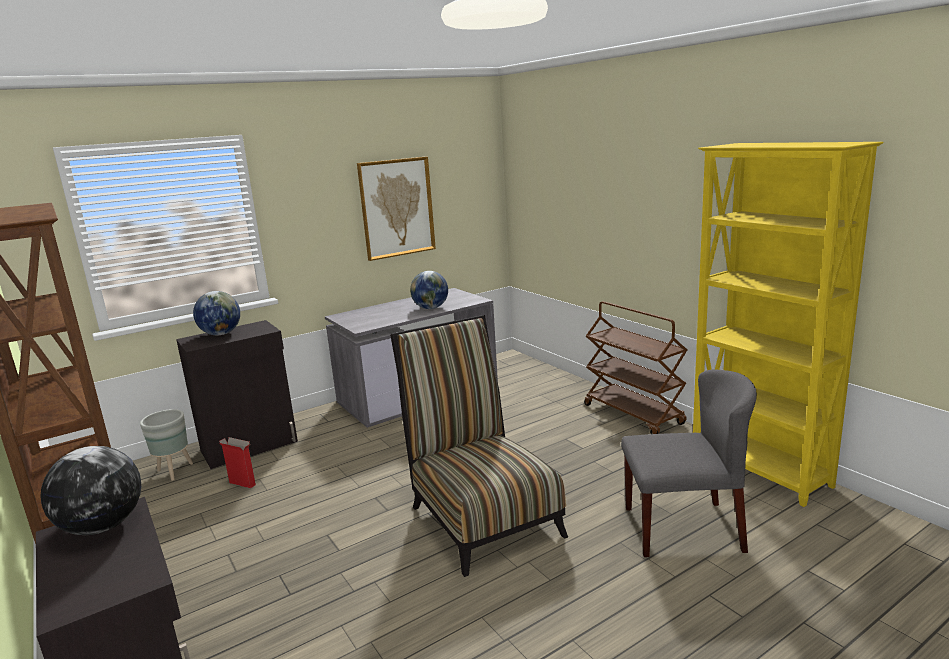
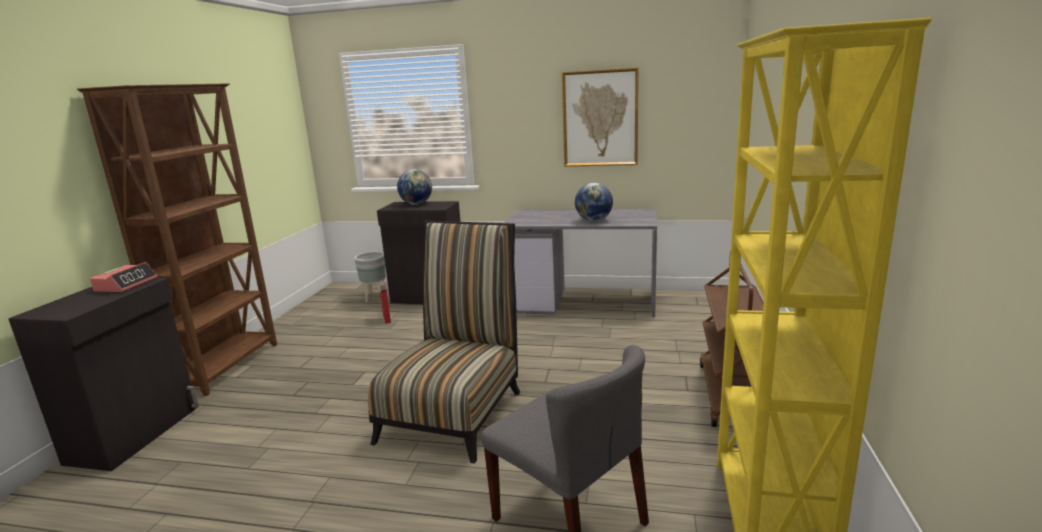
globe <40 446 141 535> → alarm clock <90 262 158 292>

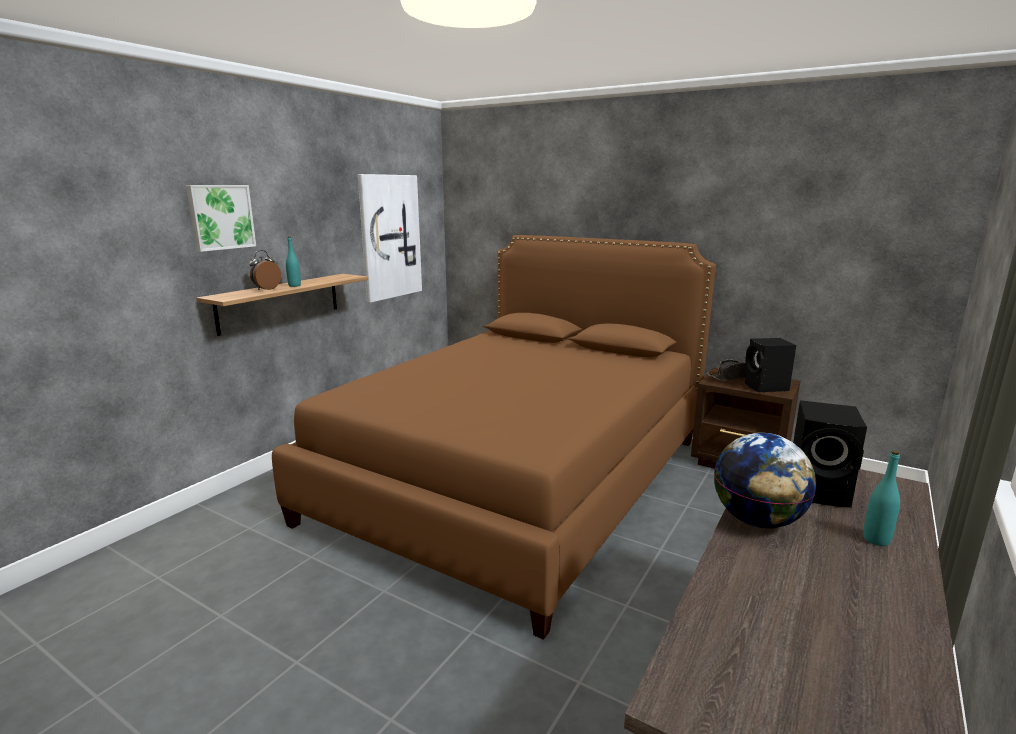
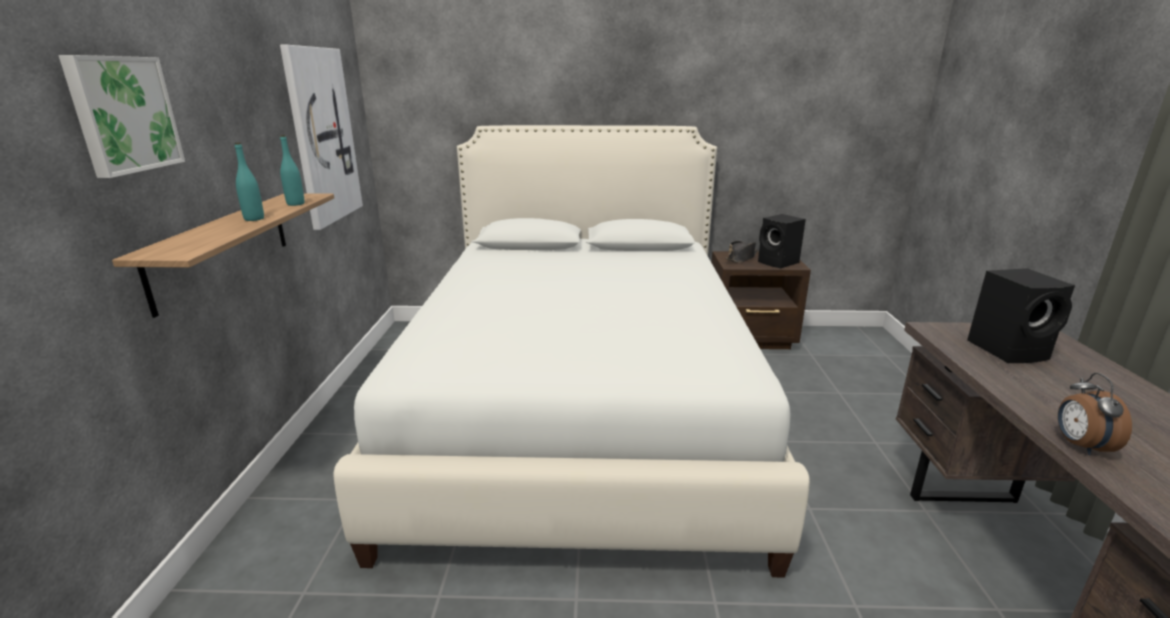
alarm clock <249 250 281 290> → alarm clock <1058 373 1132 455>, relocated
bed in brown <272 235 716 640> → bed in white <333 125 810 578>
globe <714 433 816 528> → -
bottle in turquoise <863 450 900 546> → bottle in turquoise <280 135 304 206>, relocated

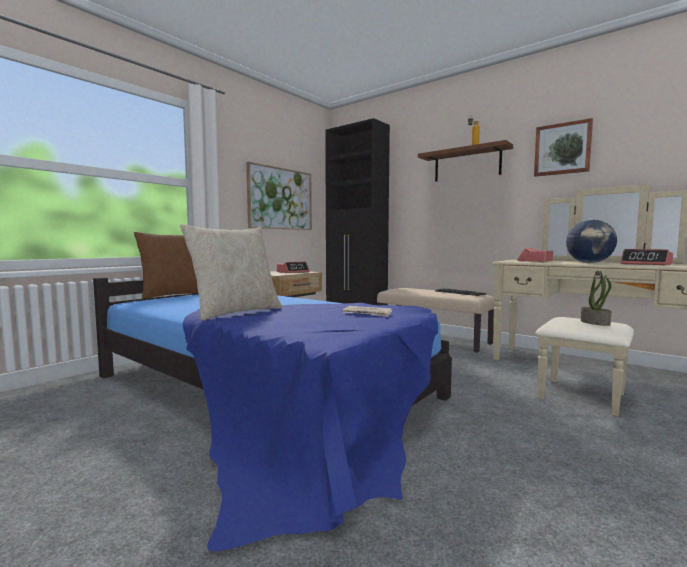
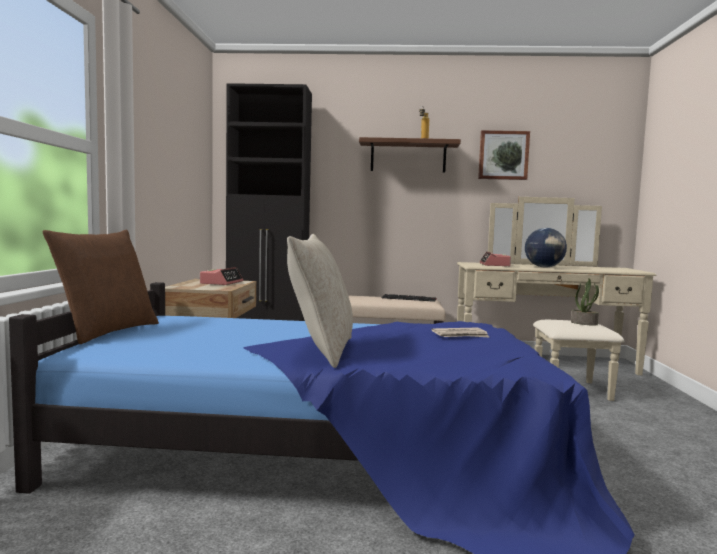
picture <246 162 312 230> → -
alarm clock <620 249 673 266> → -

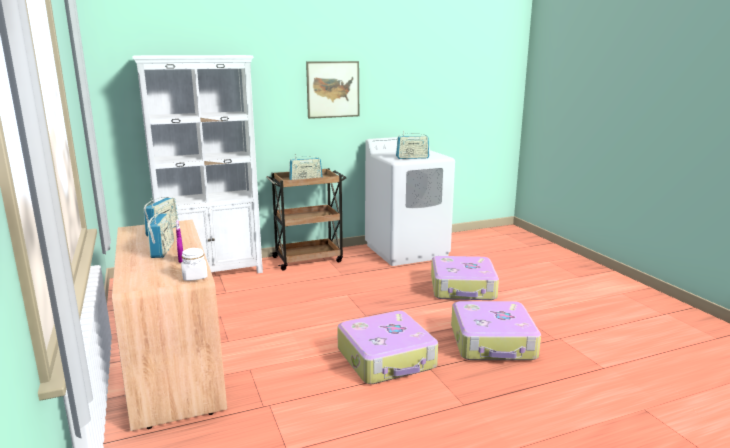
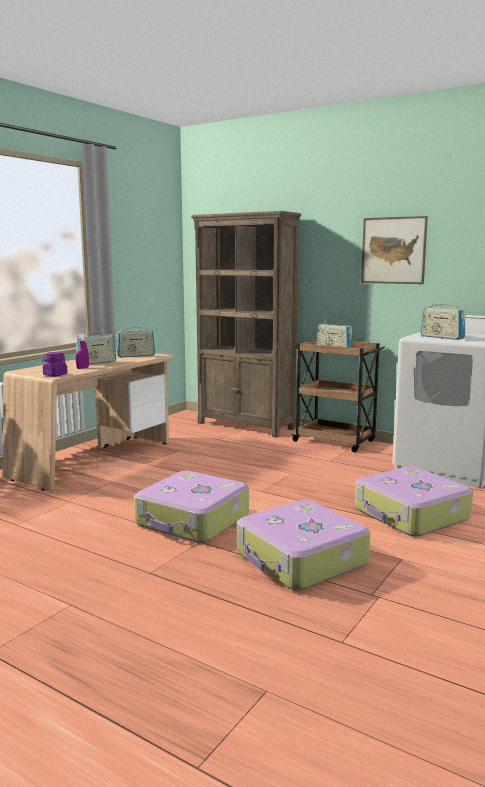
bookcase in white <132 55 263 273> → bookcase in brown <191 211 302 438>
jar in white <181 248 208 281> → jar in purple <43 352 68 376>

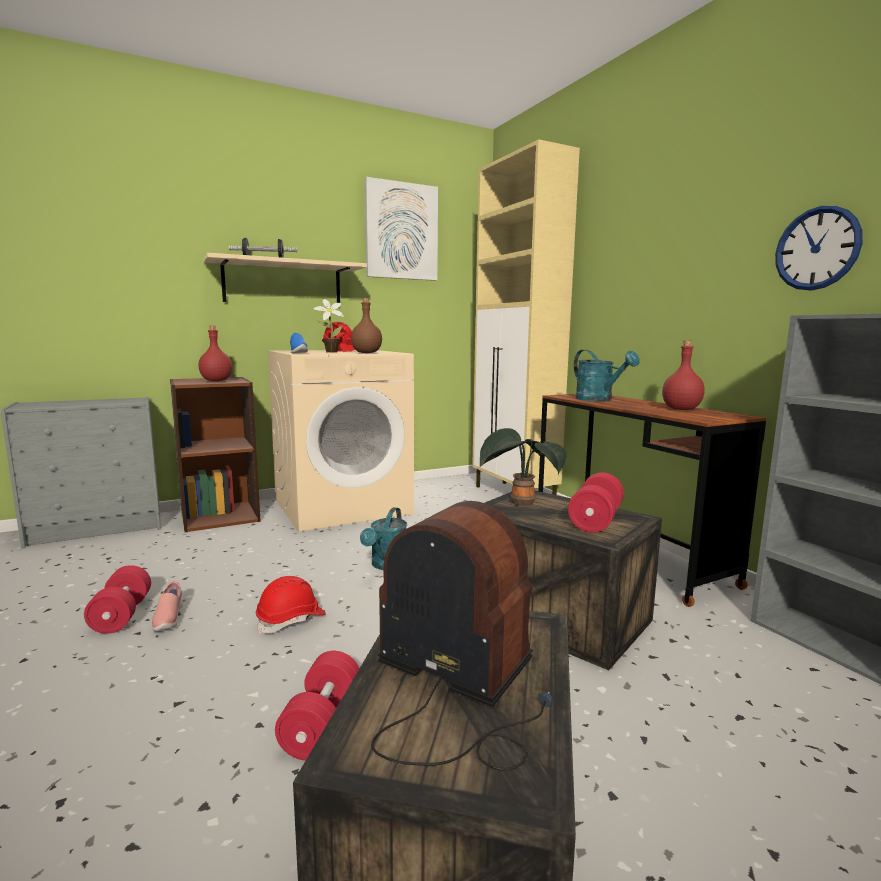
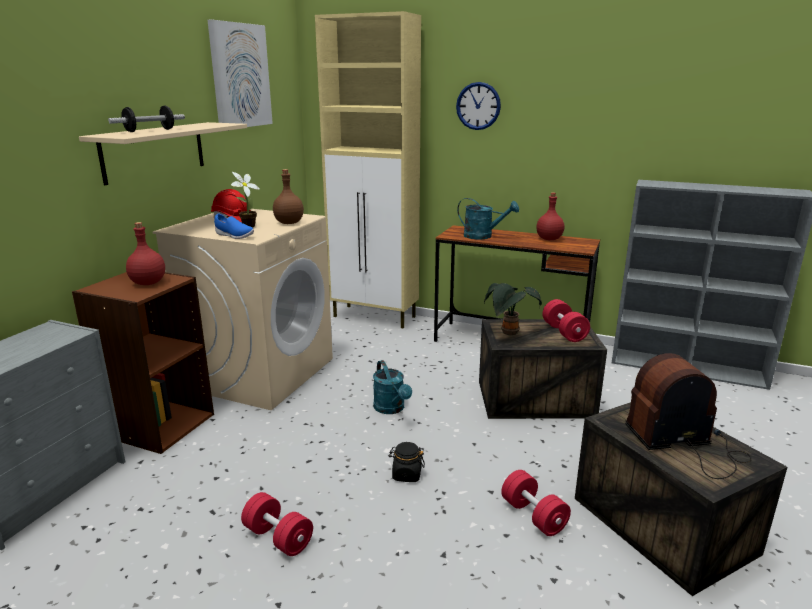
shoe in pink <152 581 183 631> → -
hard hat in red <256 576 326 634> → jar in black <389 442 425 482>
wall clock <775 205 863 291> → wall clock <456 82 501 130>, relocated

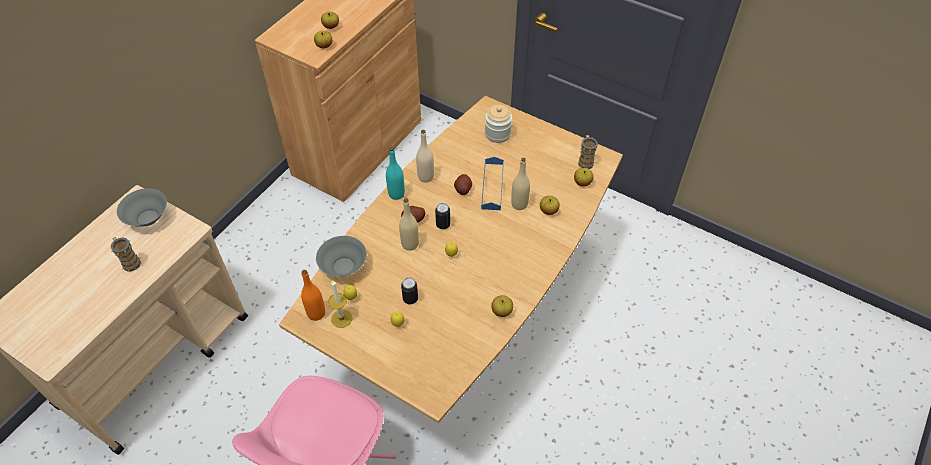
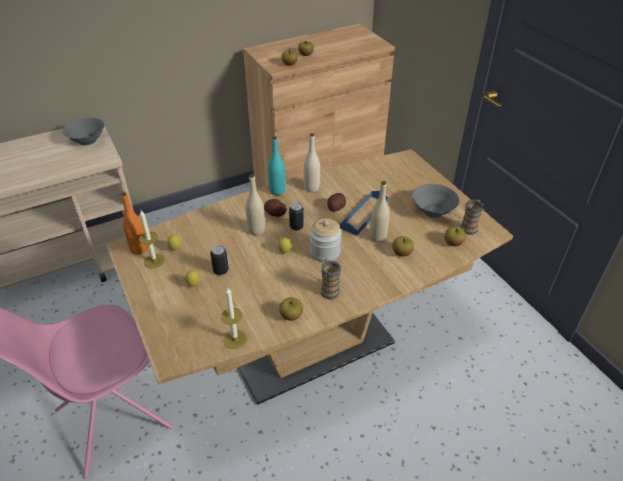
mug <111 237 141 272> → mug <320 258 342 299>, relocated
bowl in grey <316 236 367 277> → bowl in grey <412 184 459 218>, relocated
jar <485 105 512 143> → jar <310 218 341 262>, relocated
- → candle <221 287 247 349>

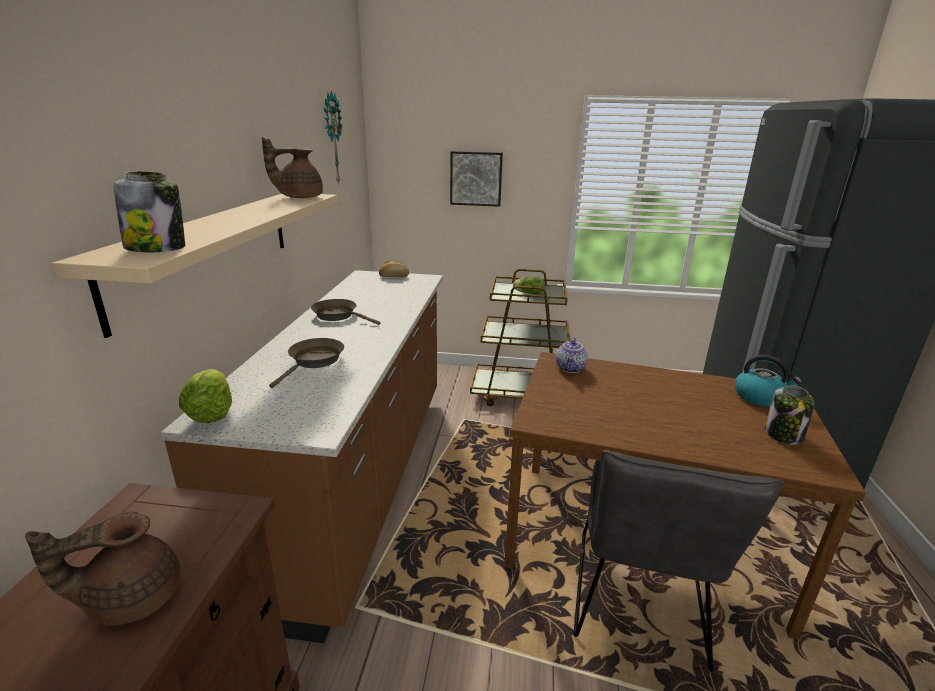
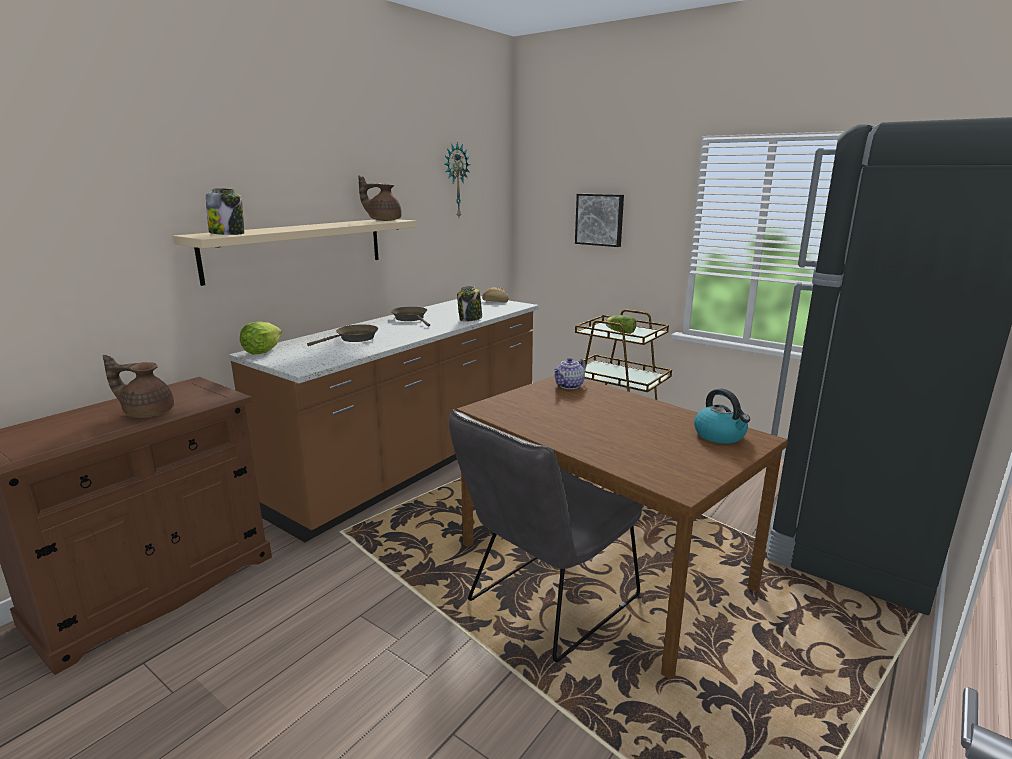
jar <765 385 815 445> → jar <457 286 482 322>, relocated

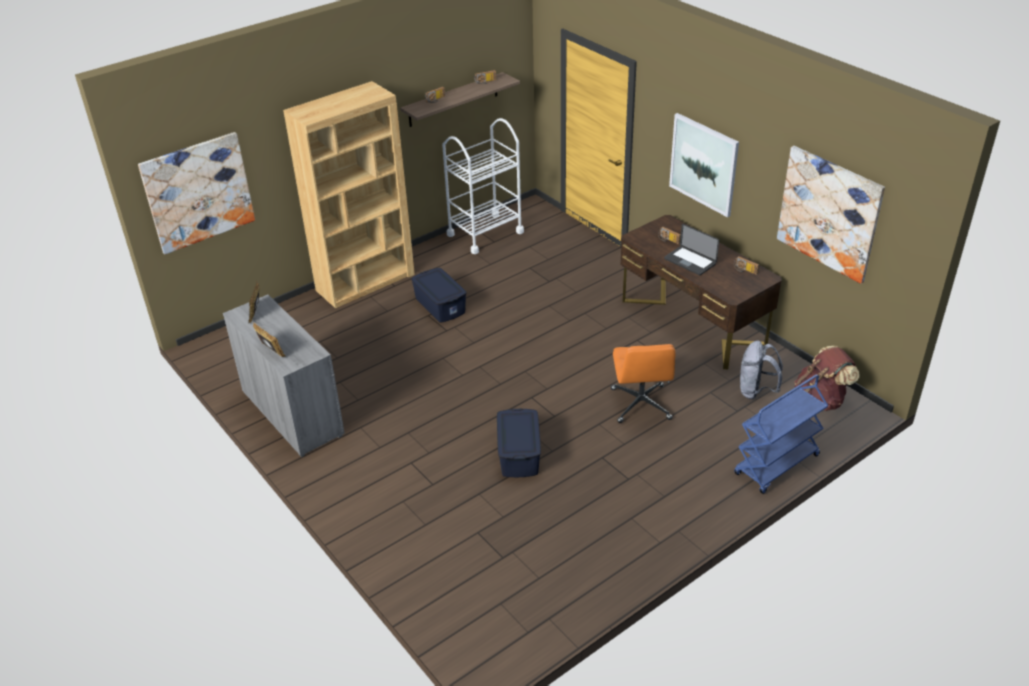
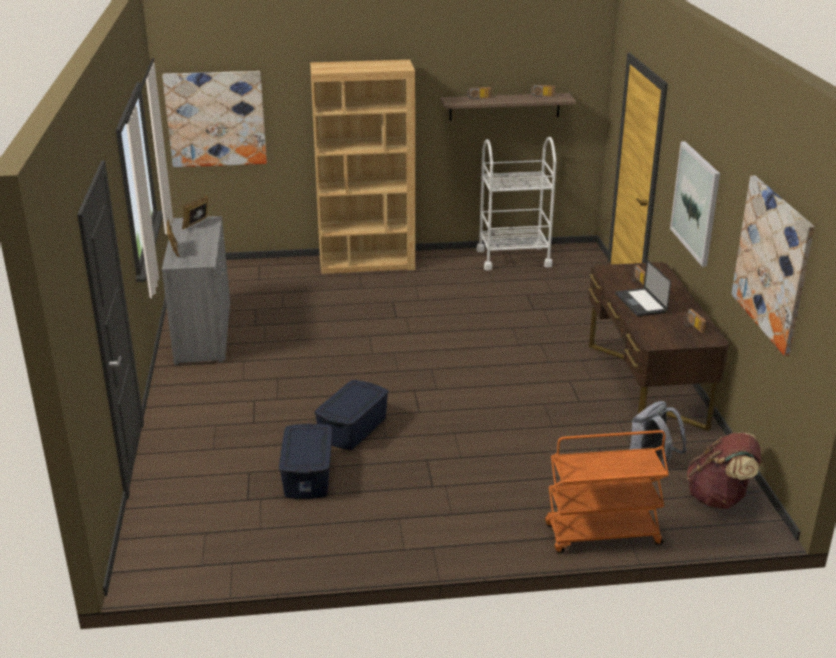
storage box in blue <411 268 467 323> → storage box in blue <279 424 332 499>, relocated
office chair in orange <611 344 676 423> → -
cart in blue <734 374 828 494> → cart in orange <545 430 669 554>

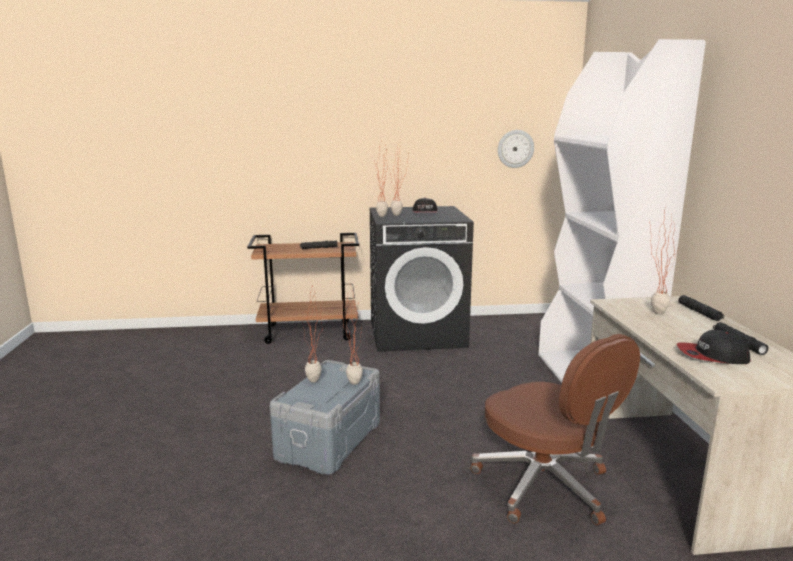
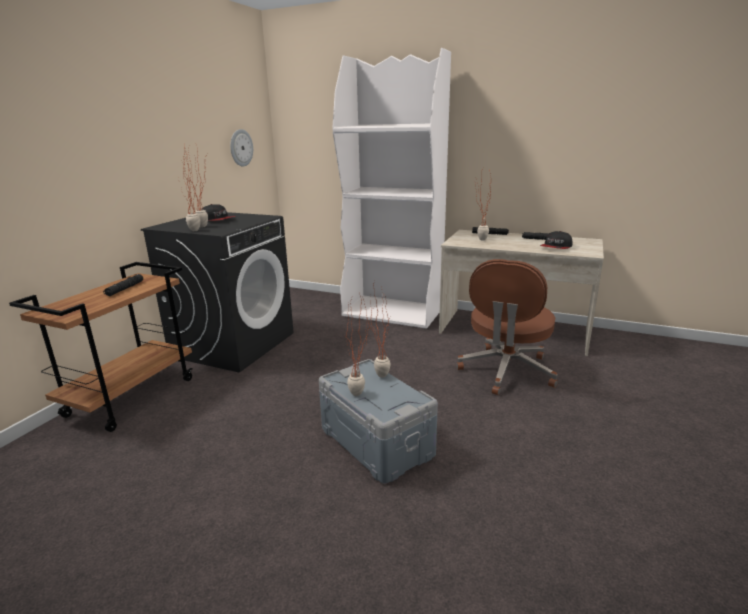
office chair in brown <470 334 640 525> → office chair in brown <456 259 558 395>, 120 degrees clockwise

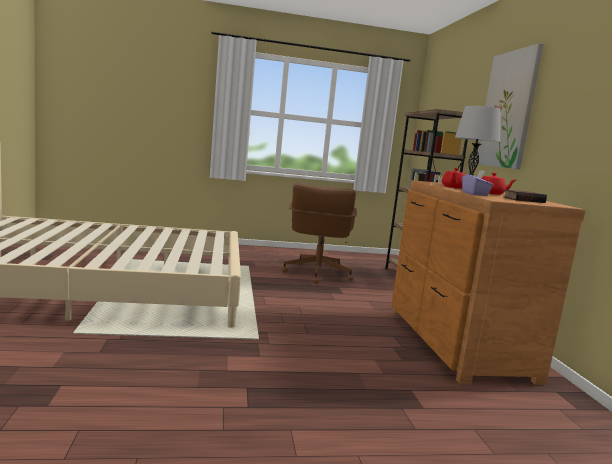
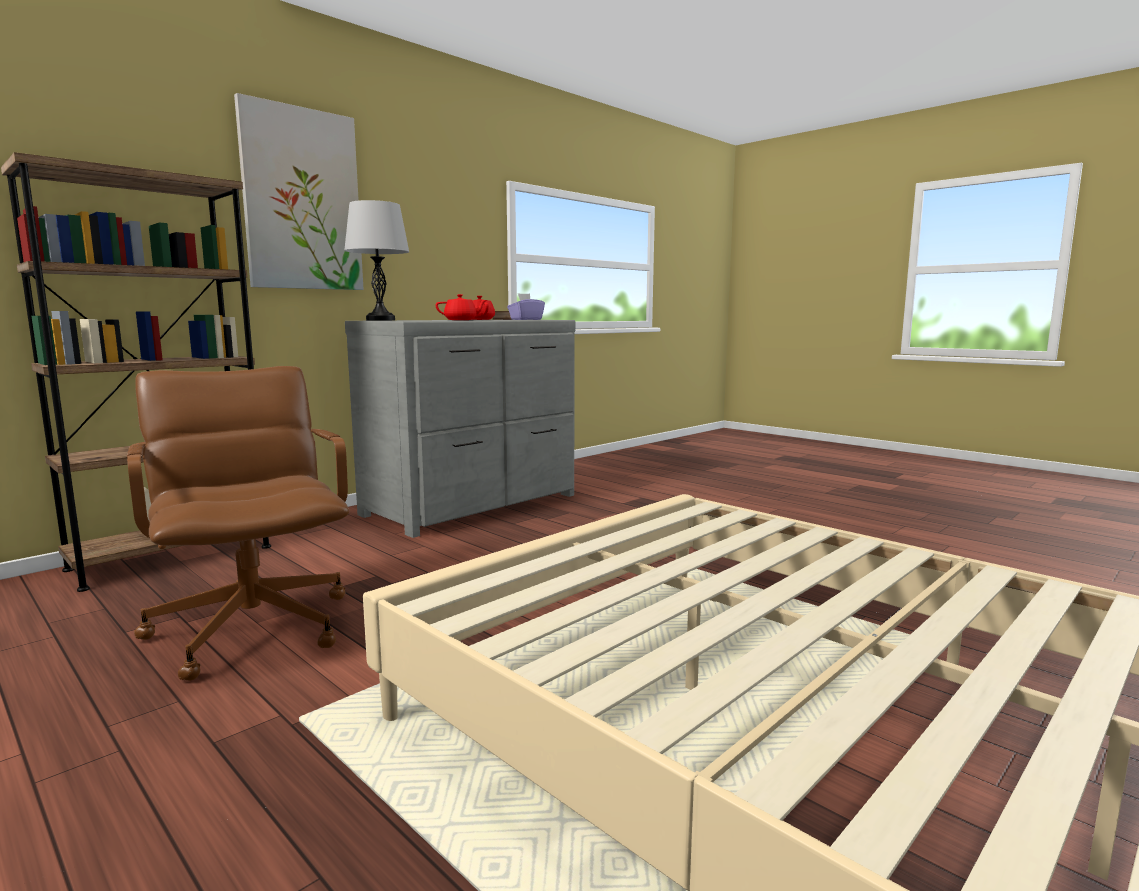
office chair in brown <282 183 357 283> → office chair in brown <127 366 349 681>, 90 degrees counterclockwise
dresser in brown <391 180 585 385> → dresser in grey <345 320 576 538>

